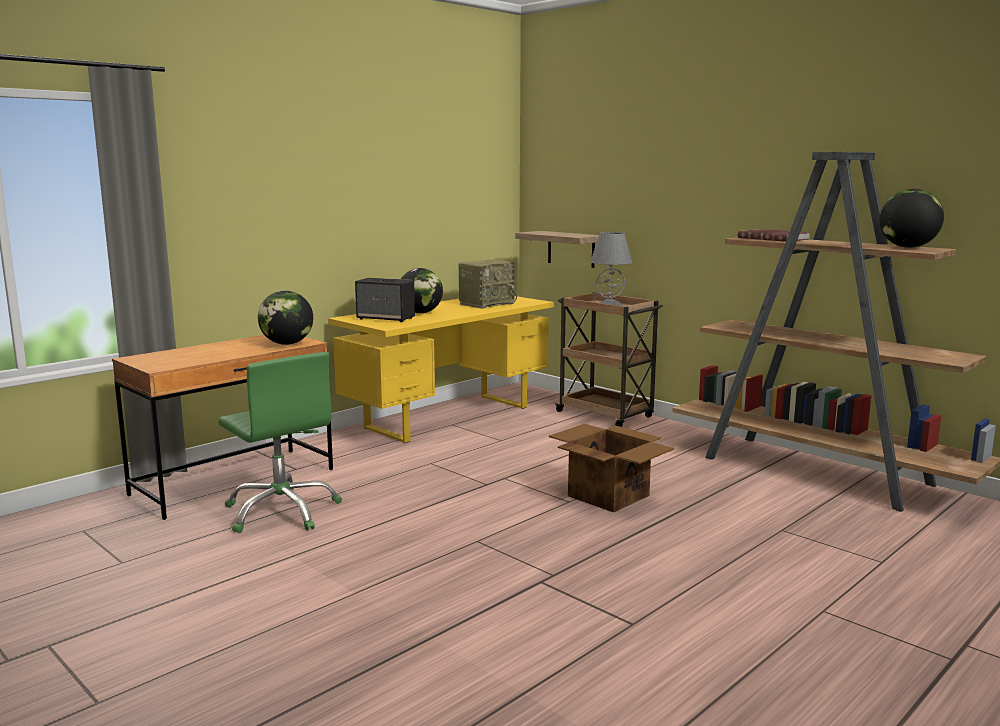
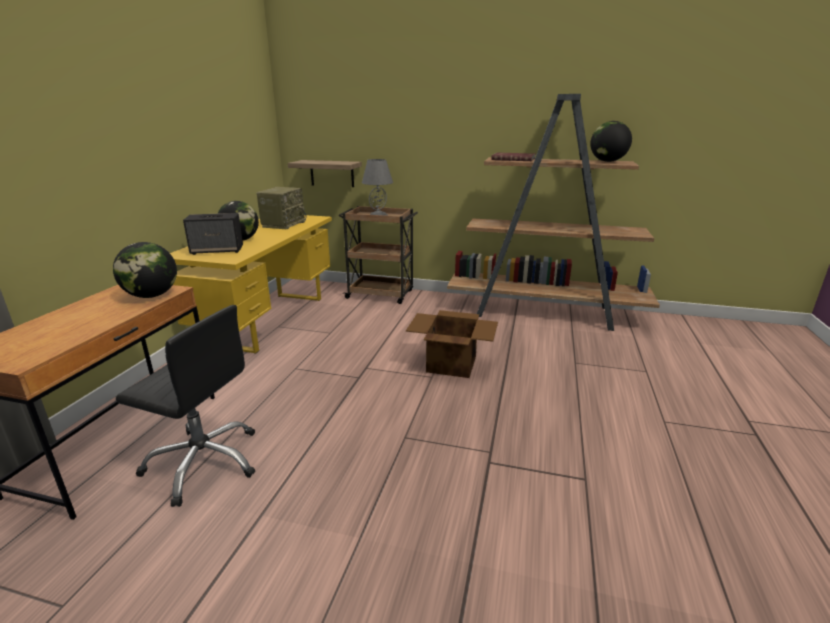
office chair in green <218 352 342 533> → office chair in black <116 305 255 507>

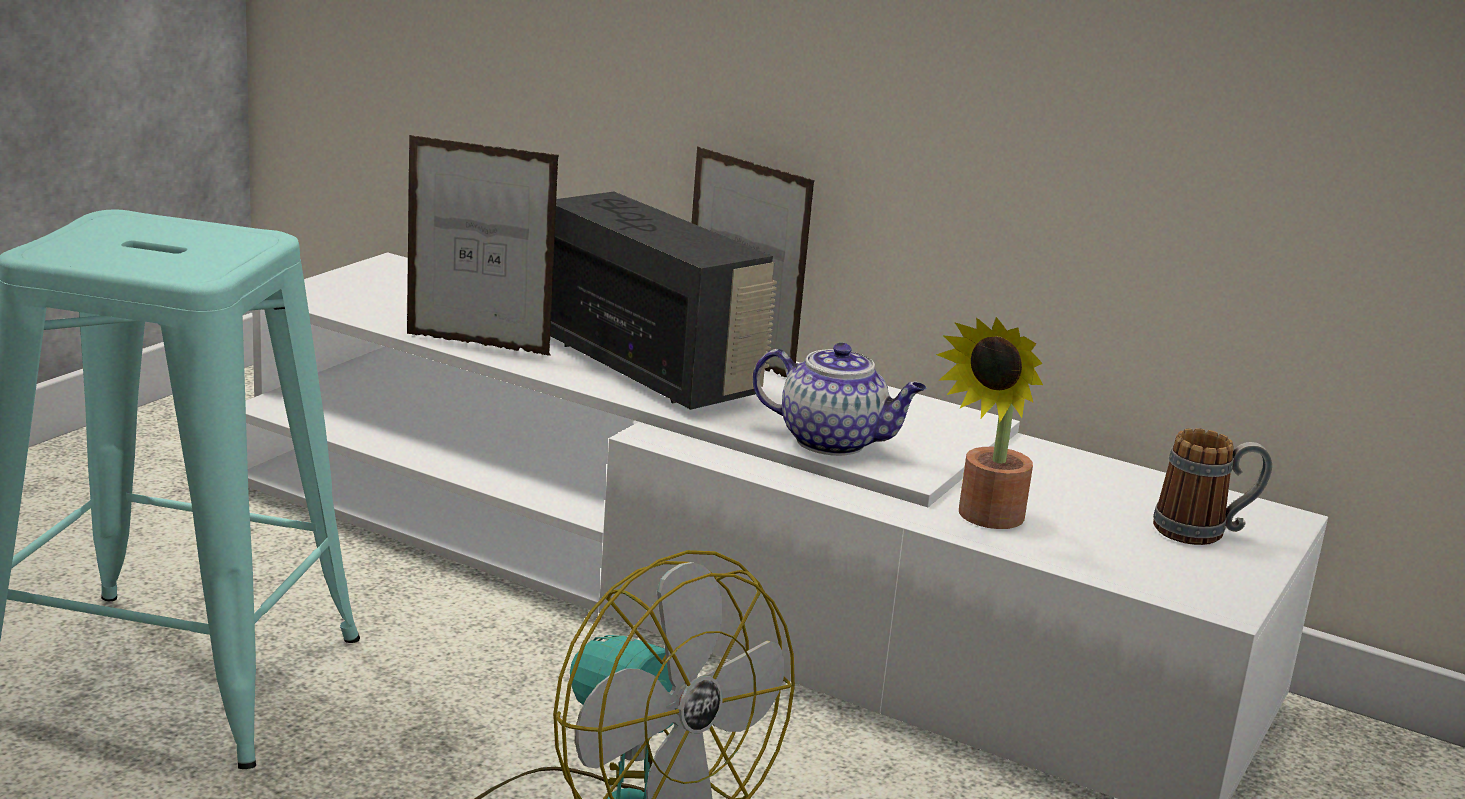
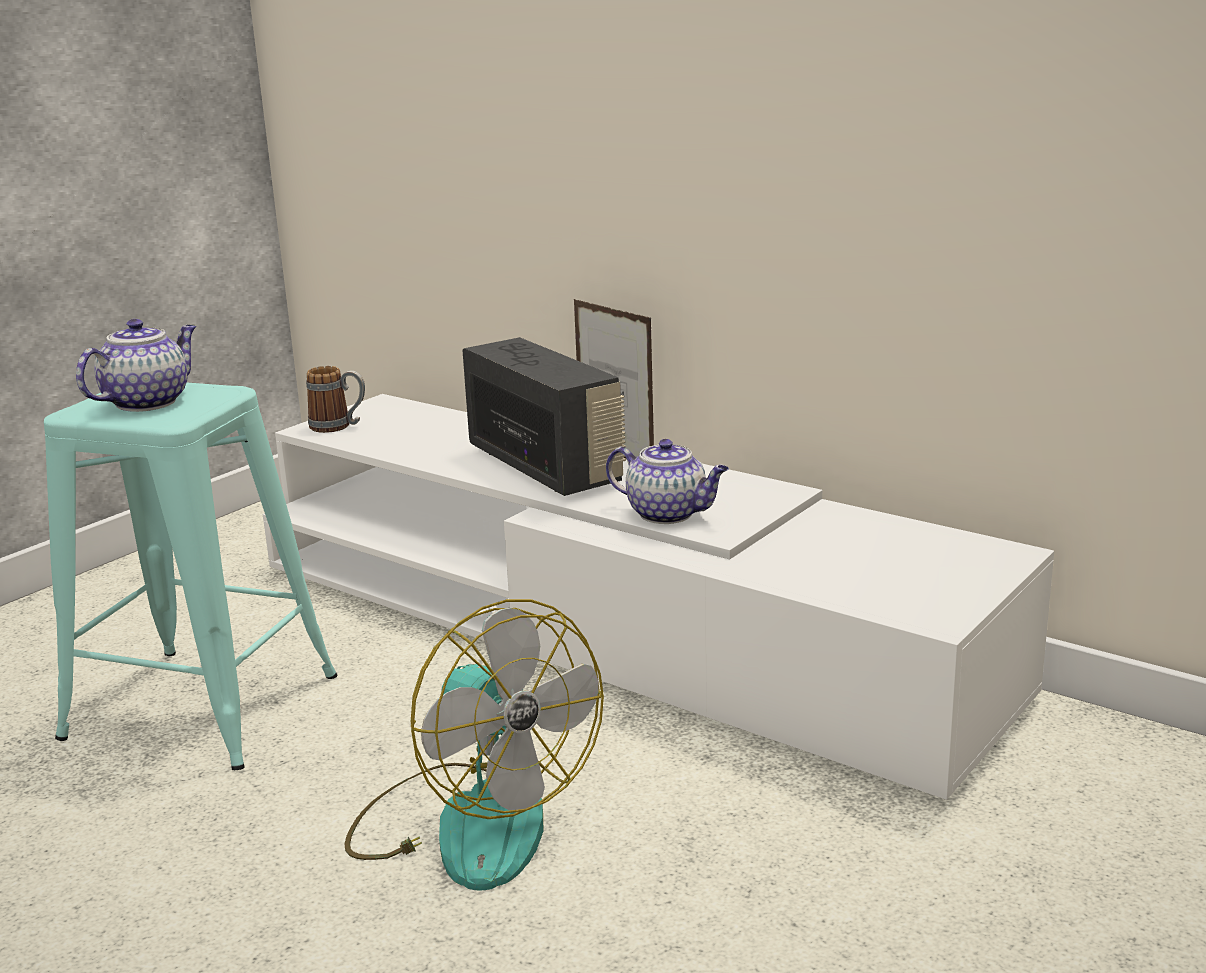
picture frame <407 135 559 356> → -
potted plant <936 317 1043 529> → -
mug <1153 428 1272 545> → mug <306 366 365 433>, relocated
- → teapot <76 319 196 412>

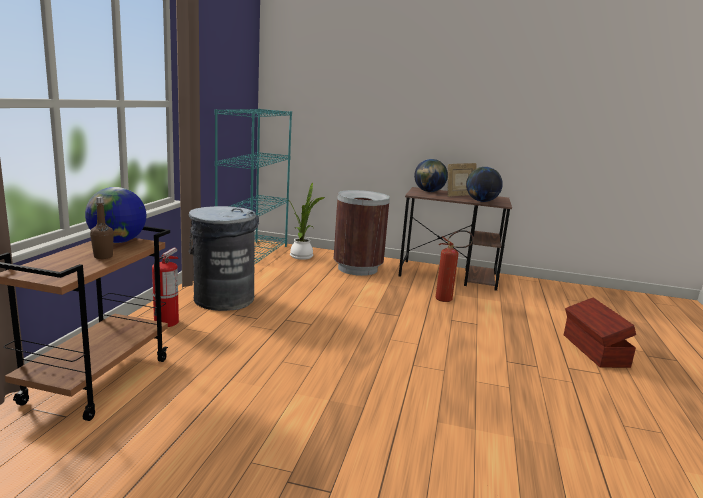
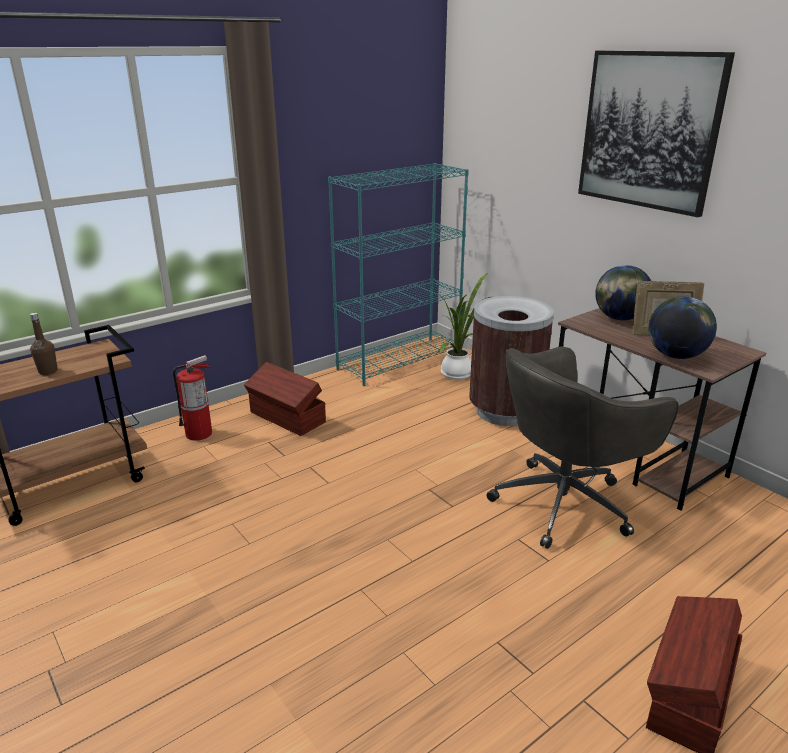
globe <85 187 146 243> → -
trash can in grey <189 206 259 311> → storage box in brown <244 362 326 436>
fire extinguisher <436 230 474 302> → office chair in grey <486 347 679 549>
- → picture <578 51 735 217>

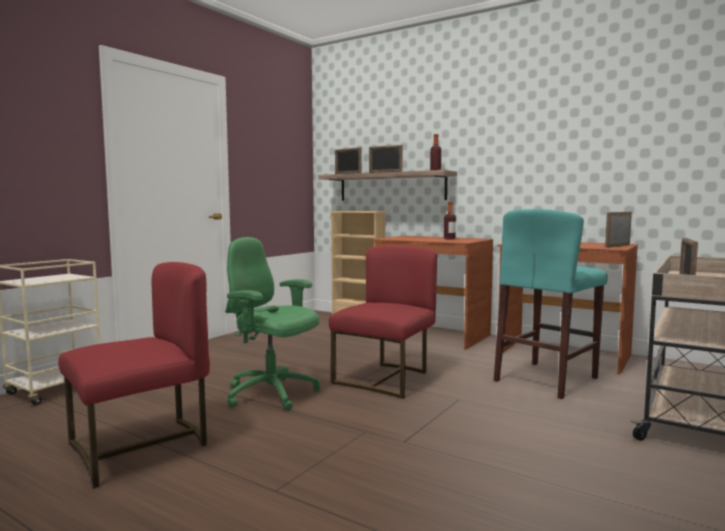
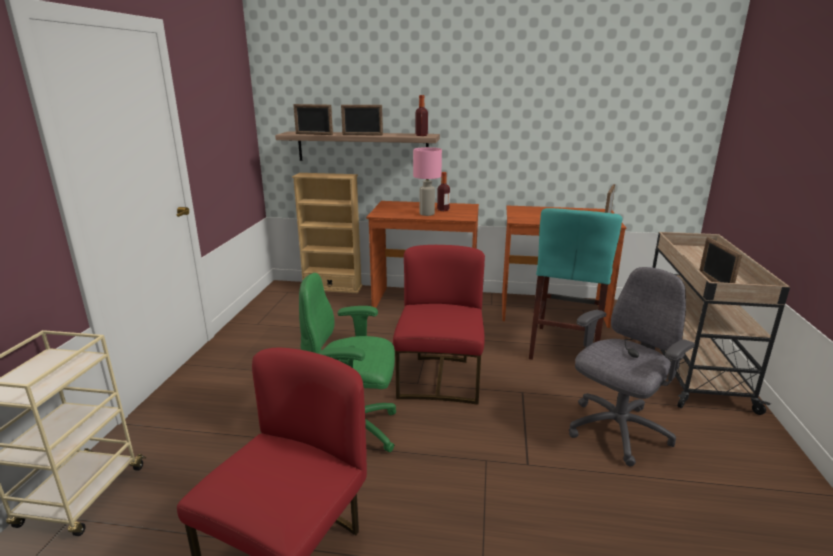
- → table lamp in pink <413 147 442 216>
- → office chair in grey <569 267 695 467>

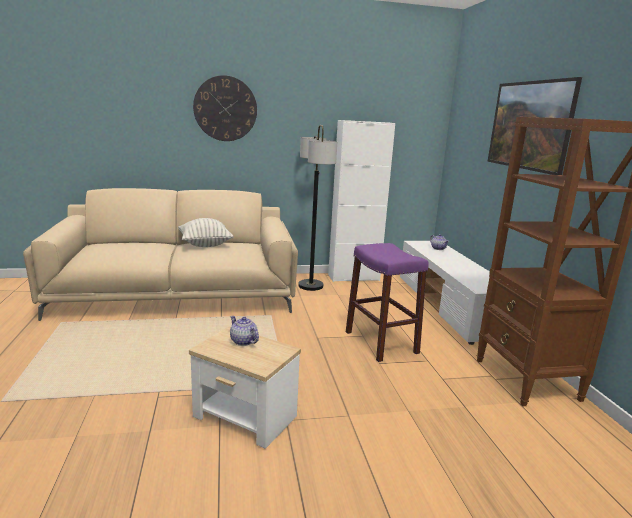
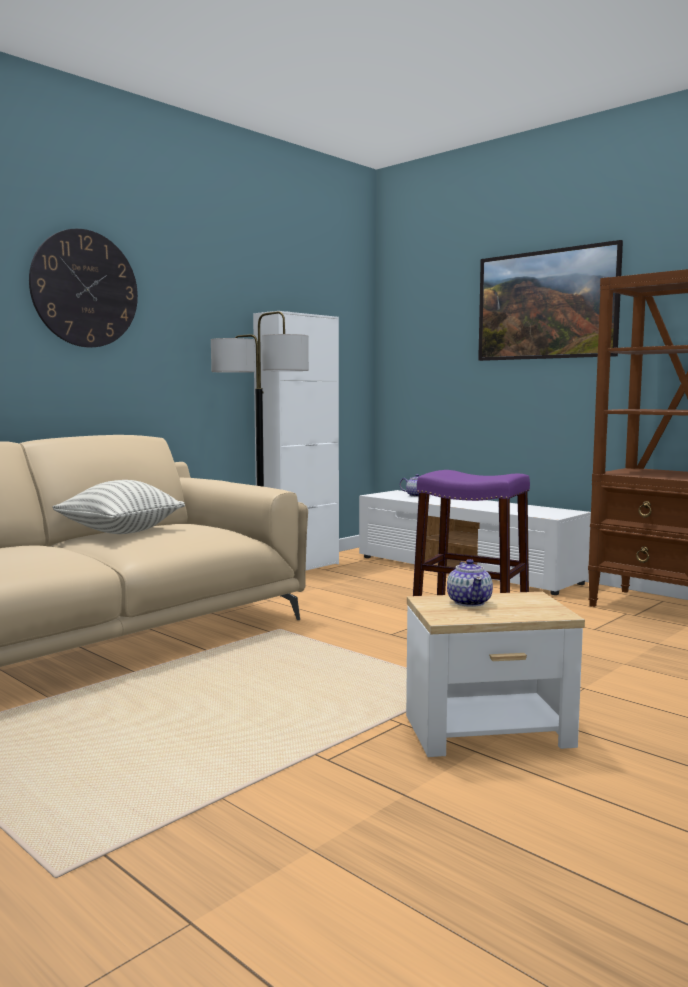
teapot <230 316 259 346> → teapot <447 559 493 607>, 105 degrees counterclockwise

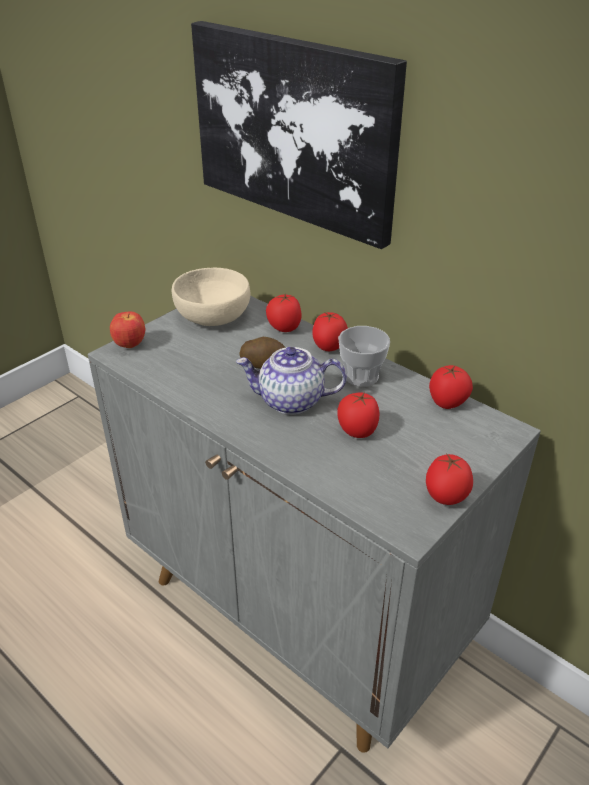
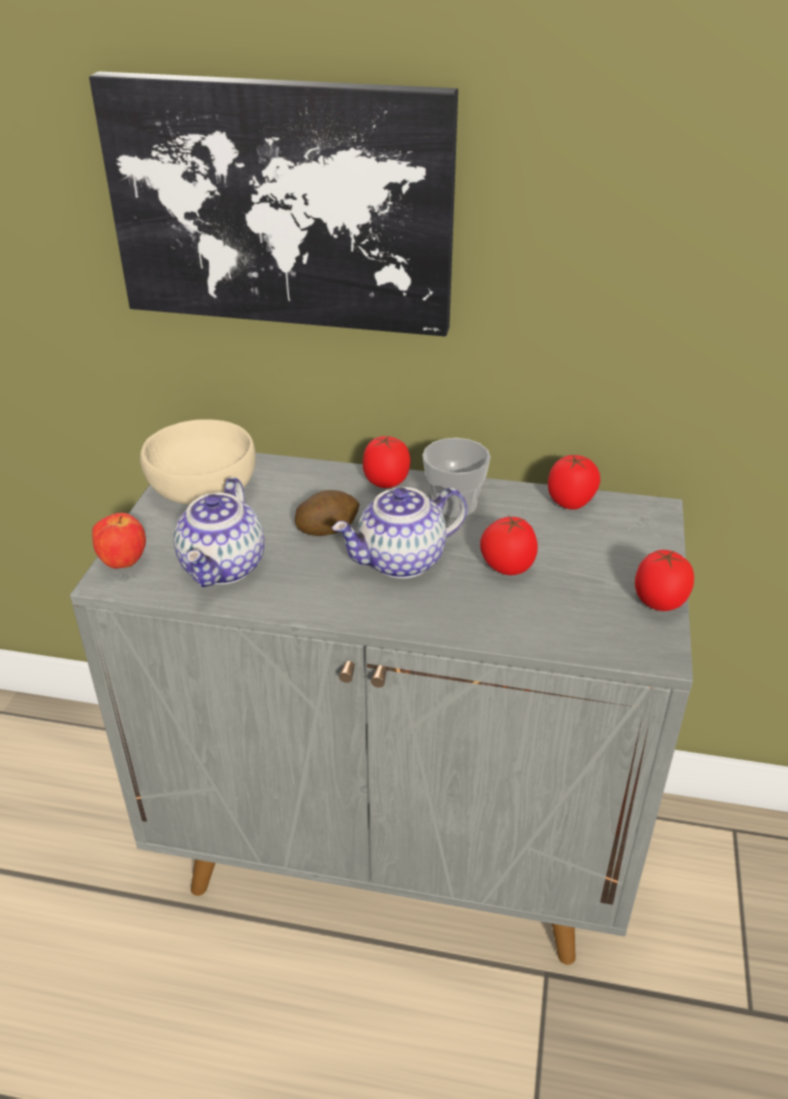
tomato <266 294 302 332> → -
- → teapot <174 477 265 587>

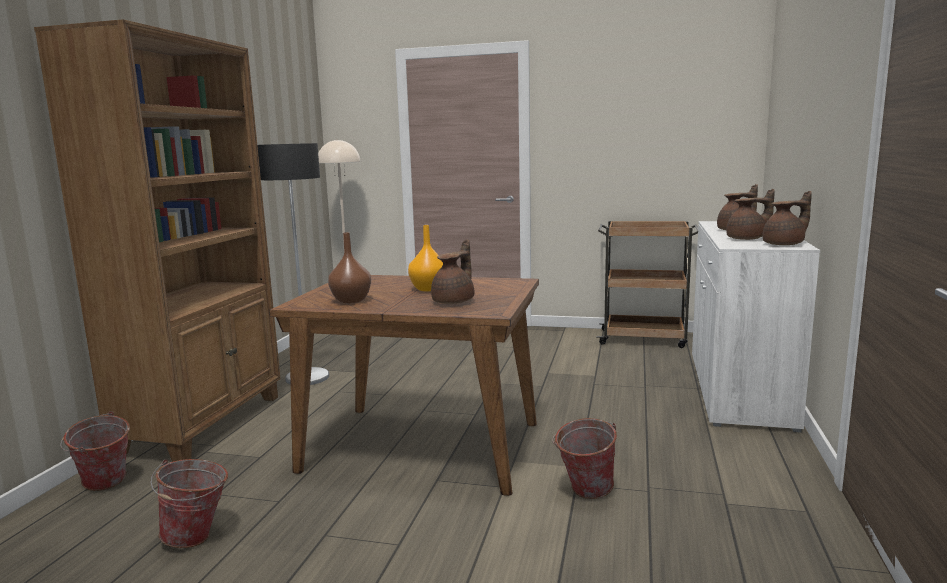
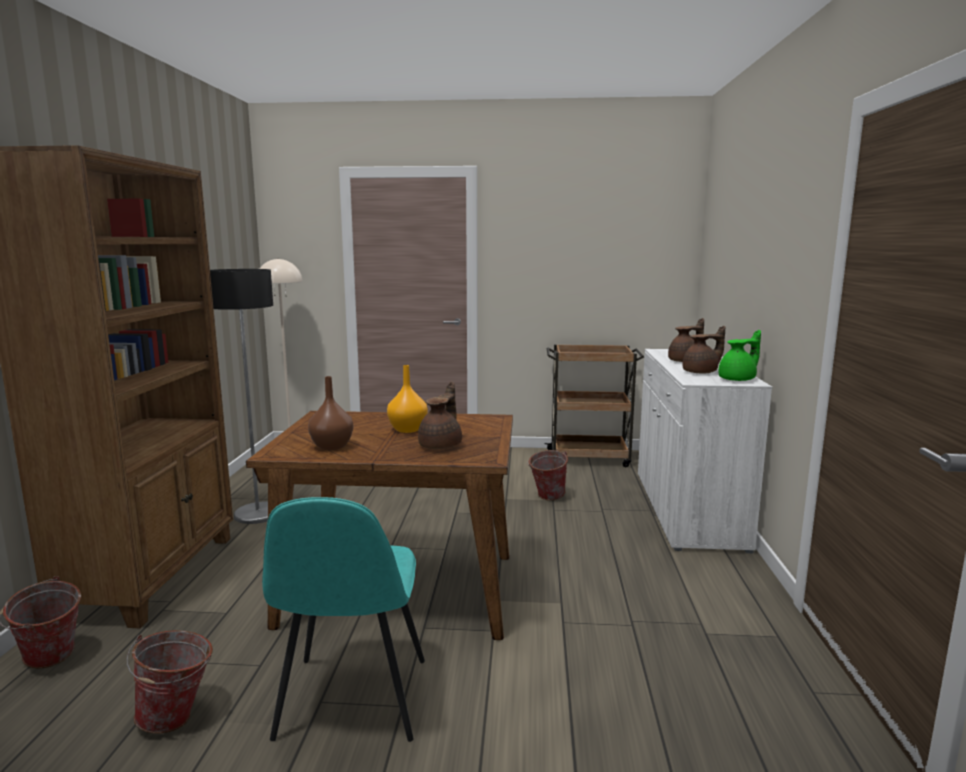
bucket <552 418 617 499> → bucket <527 450 568 501>, relocated
teapot in brown <763 191 812 245> → teapot in green <718 330 761 381>
- → chair in turquoise <262 497 425 742>

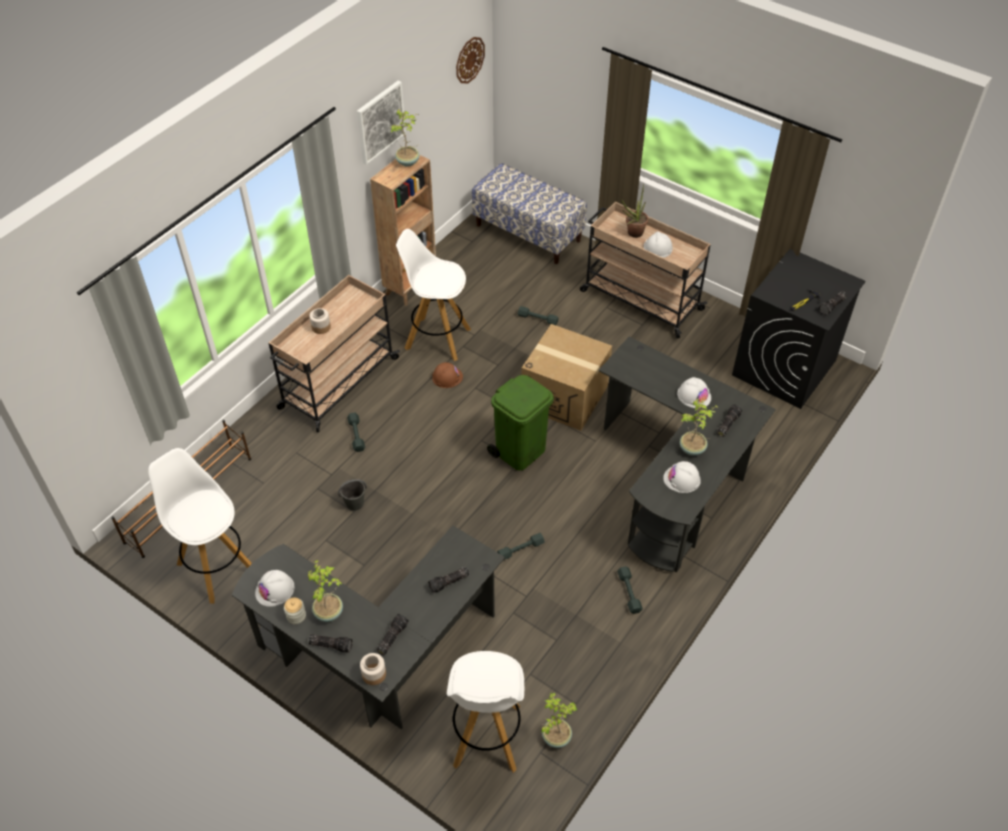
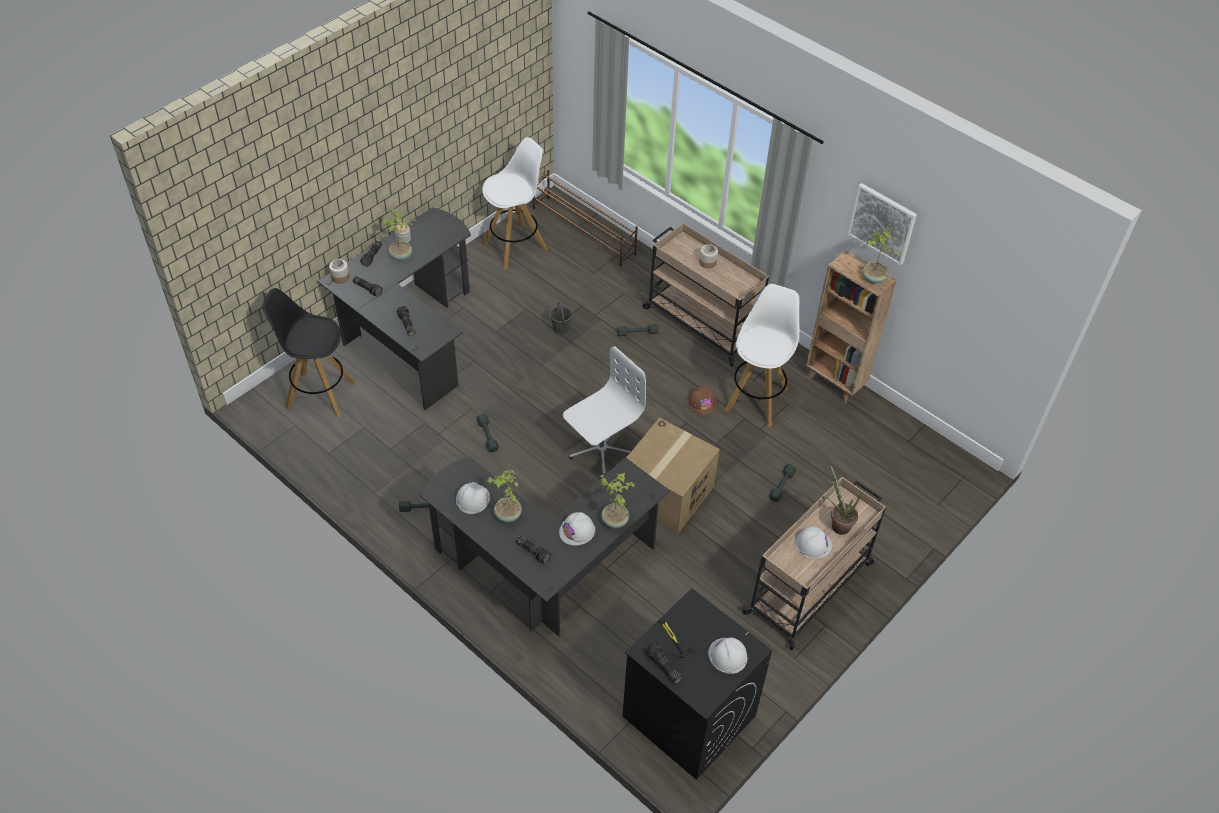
hard hat in white <255 570 295 607> → hard hat in white <708 637 747 674>, relocated
stool in white <447 651 524 773> → stool in black <262 288 355 418>
wall clock <456 37 485 83> → -
bench <472 163 587 264> → -
trash can in green <487 375 554 471> → office chair in white <563 346 646 475>
potted plant <541 692 577 748> → potted plant <600 473 635 528>, relocated

